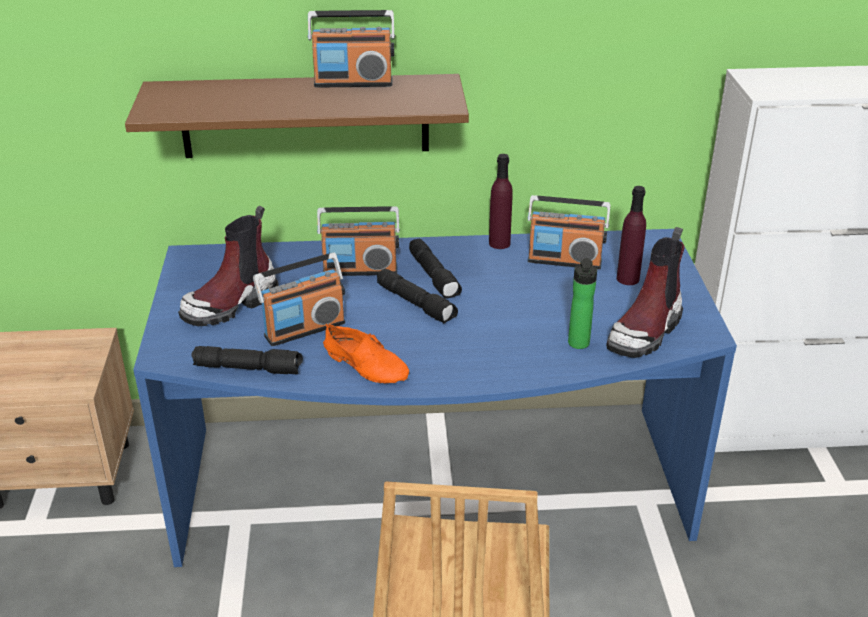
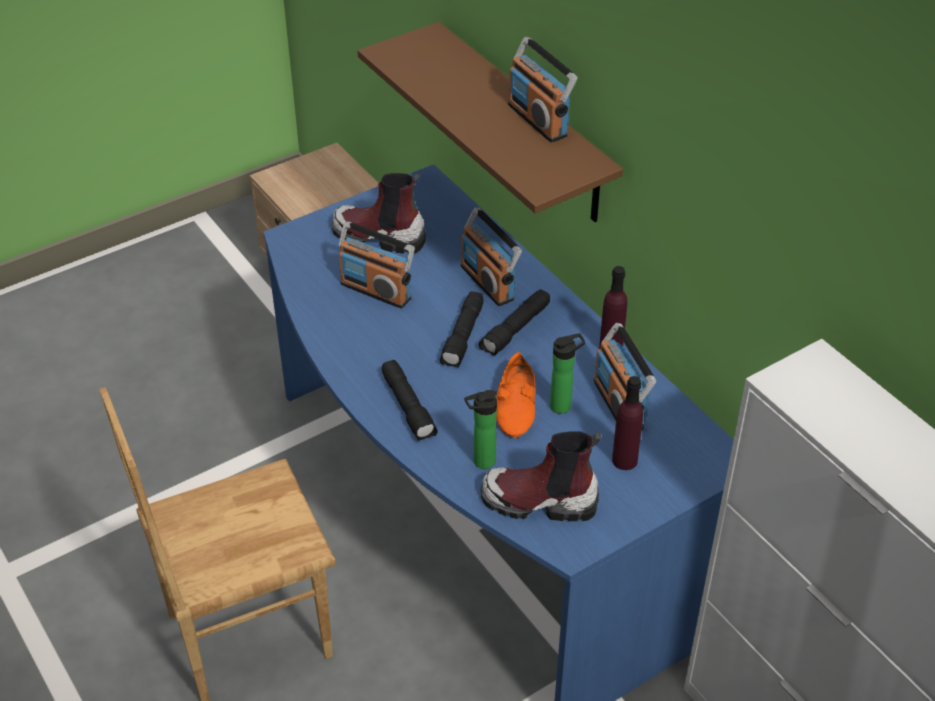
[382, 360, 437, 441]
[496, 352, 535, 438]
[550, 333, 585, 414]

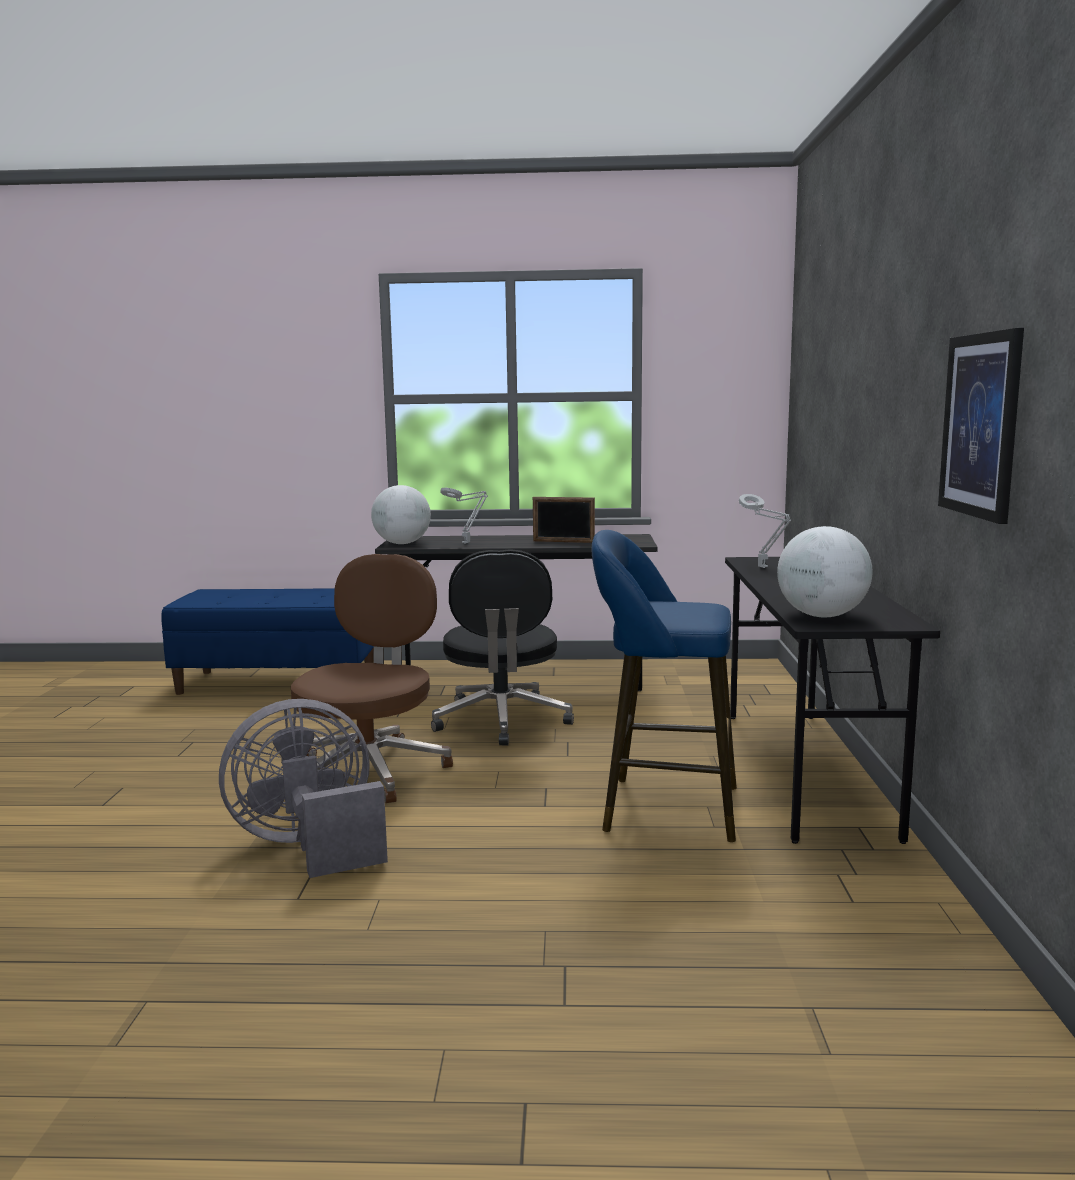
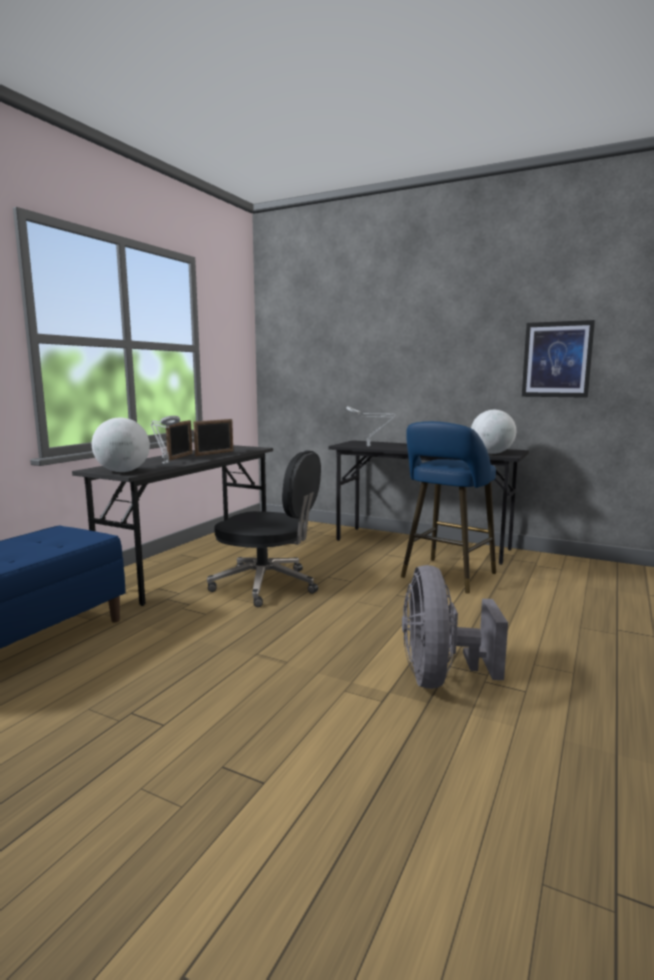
[291, 554, 453, 803] (first image)
[166, 420, 193, 461]

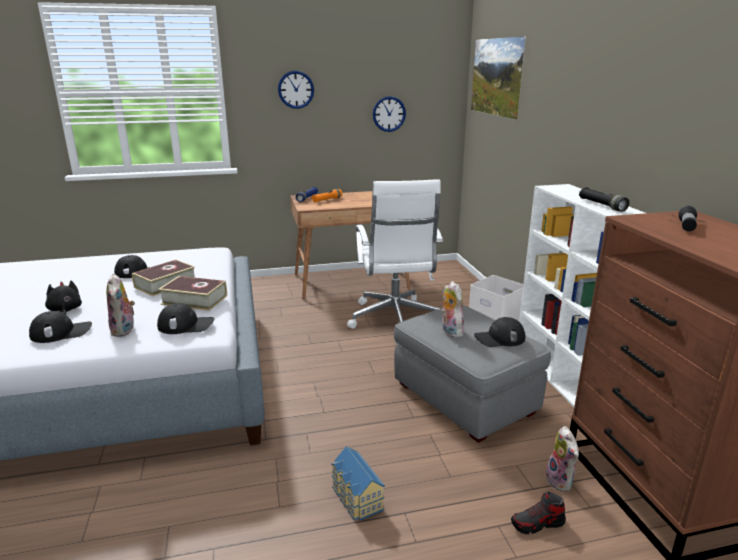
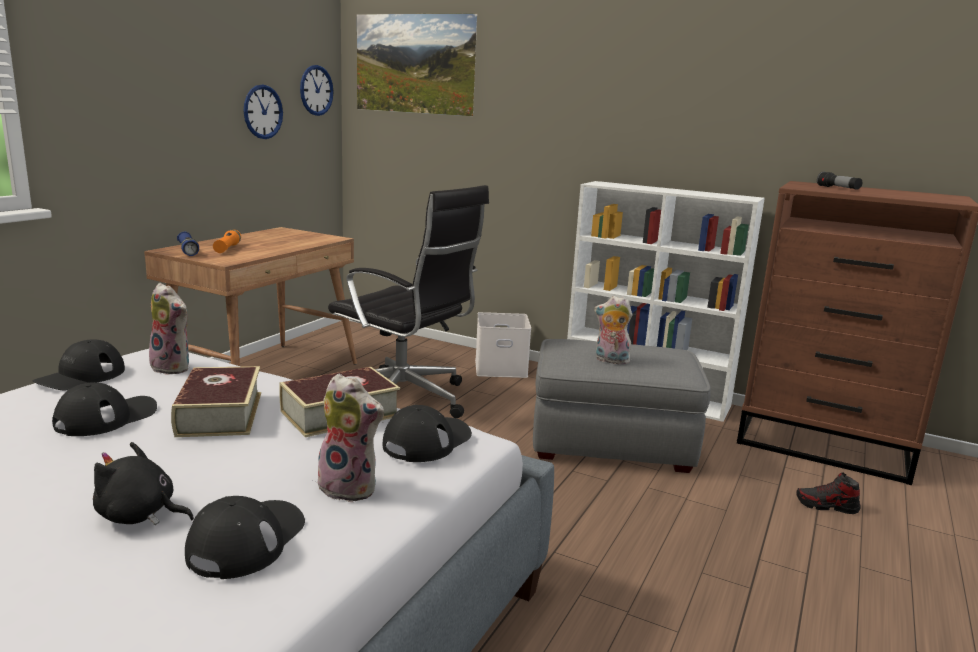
[300, 65, 334, 116]
[331, 446, 385, 520] (first image)
[328, 185, 489, 418]
[32, 339, 125, 390]
[797, 473, 860, 514]
[149, 283, 189, 375]
[579, 187, 629, 212] (first image)

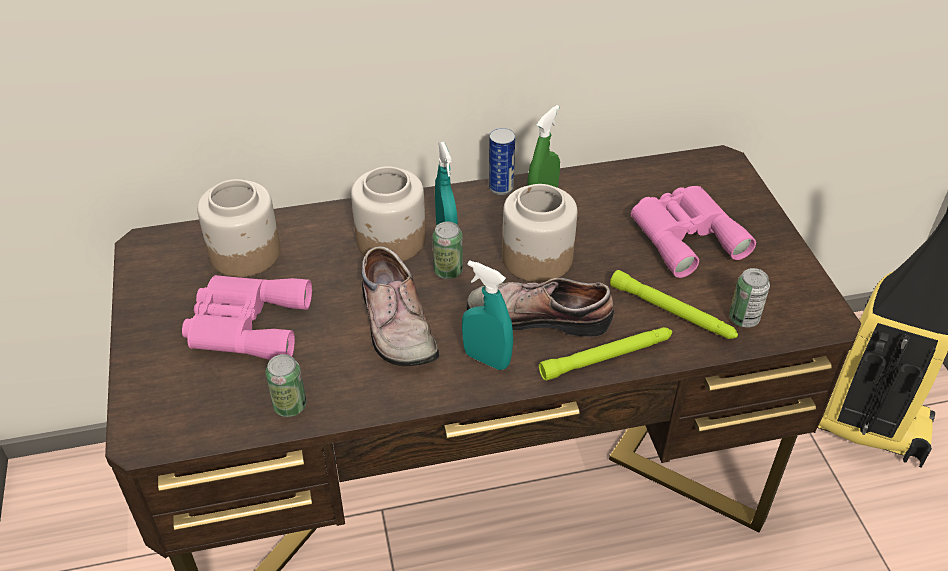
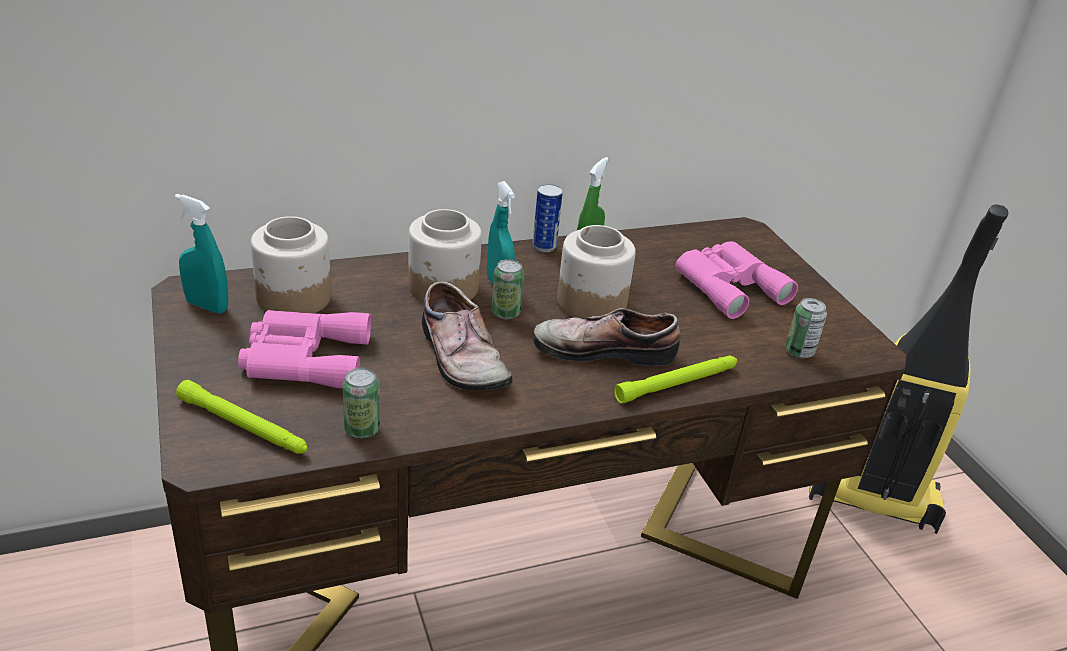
[175, 194, 228, 313]
[176, 380, 308, 454]

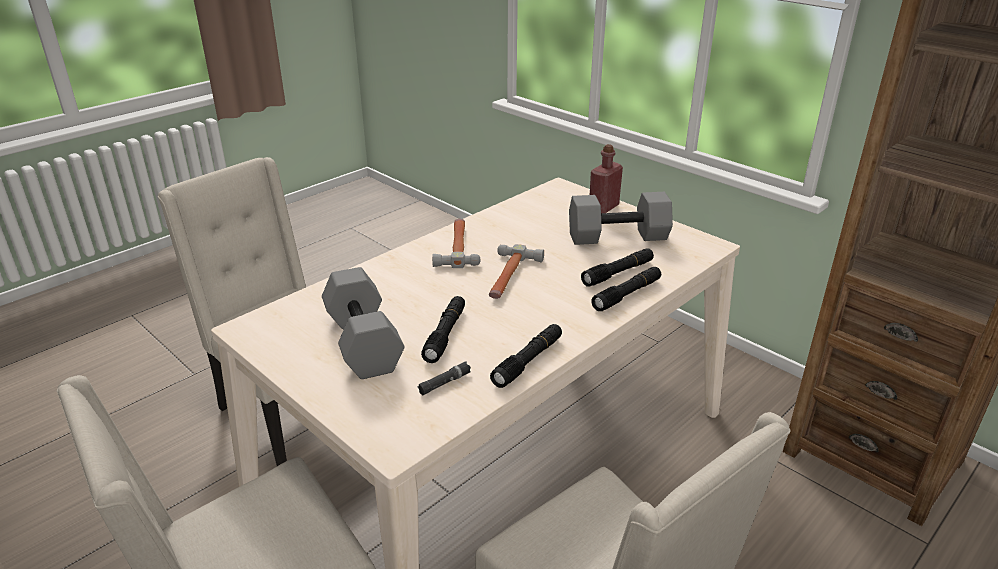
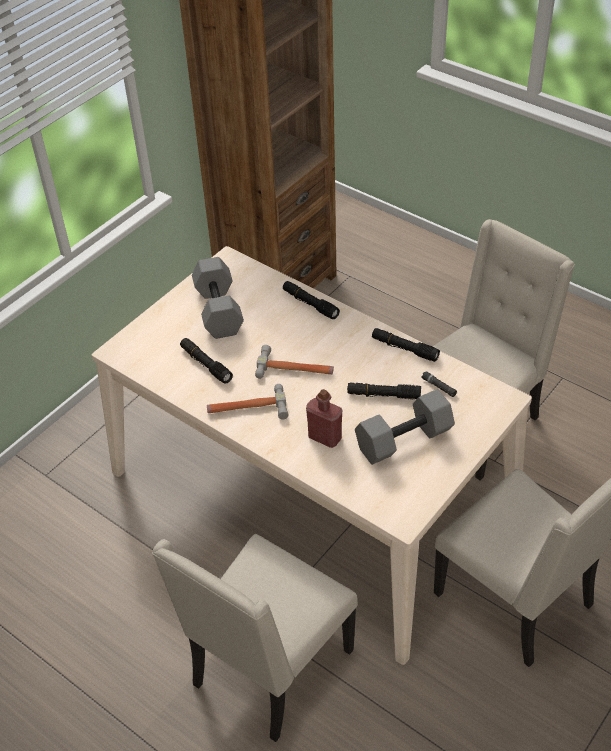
[180, 338, 233, 384]
[306, 389, 342, 448]

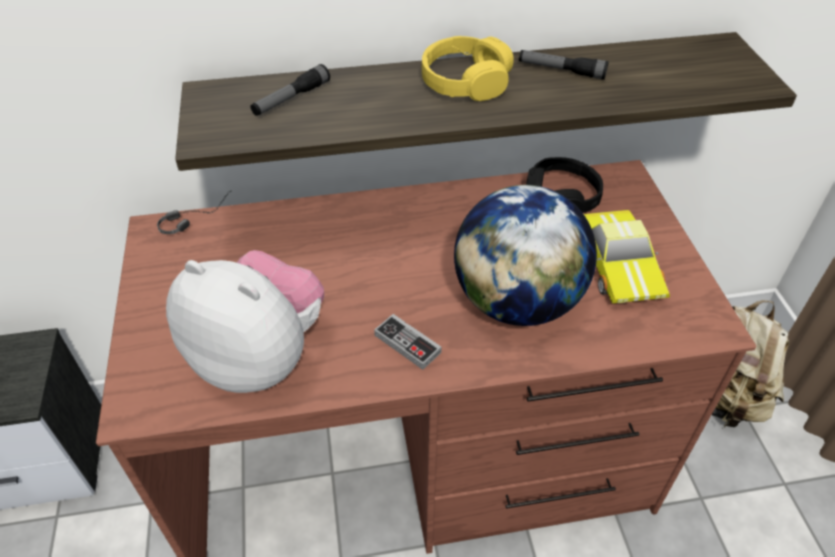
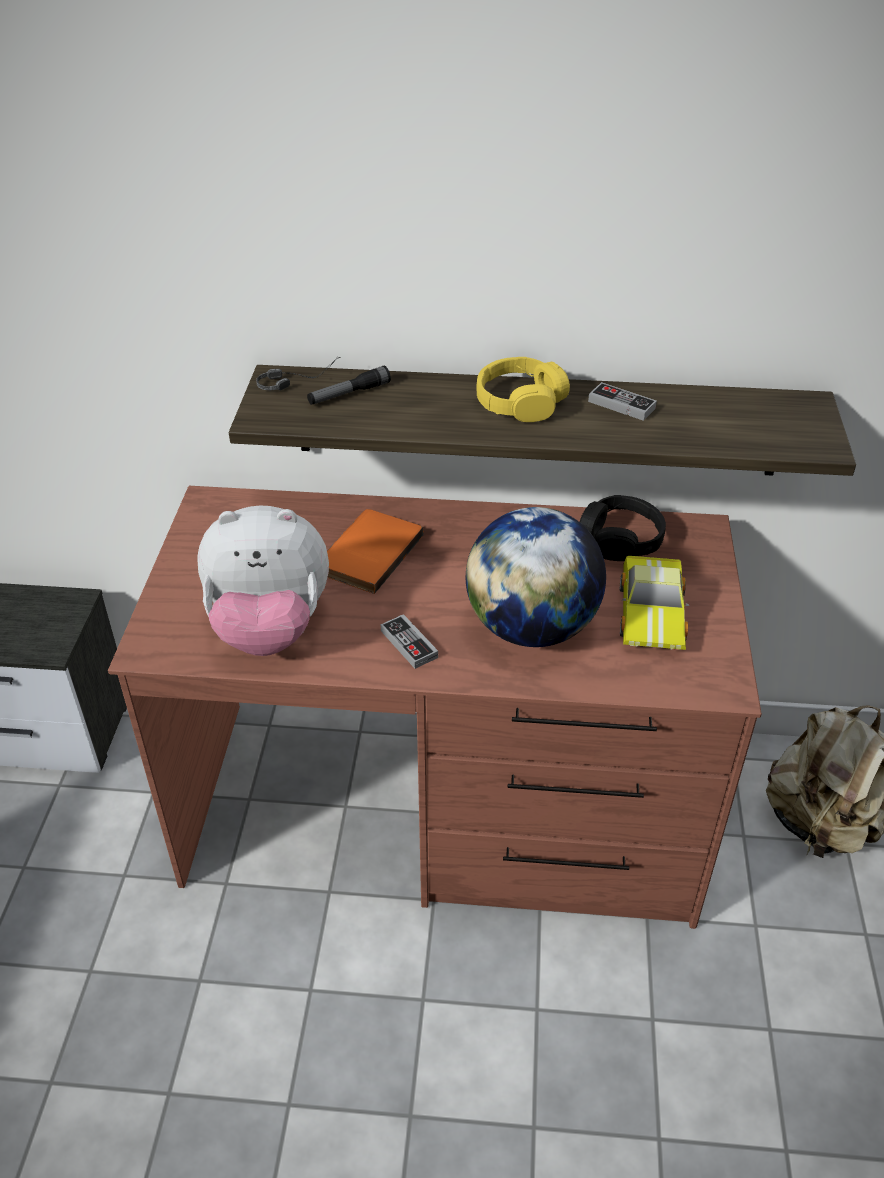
[256, 357, 340, 391]
[197, 506, 329, 656]
[588, 382, 657, 421]
[327, 509, 424, 594]

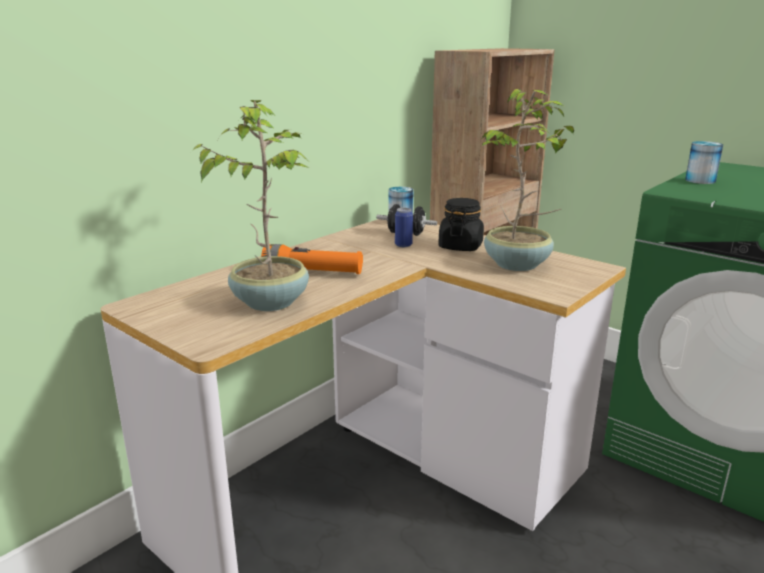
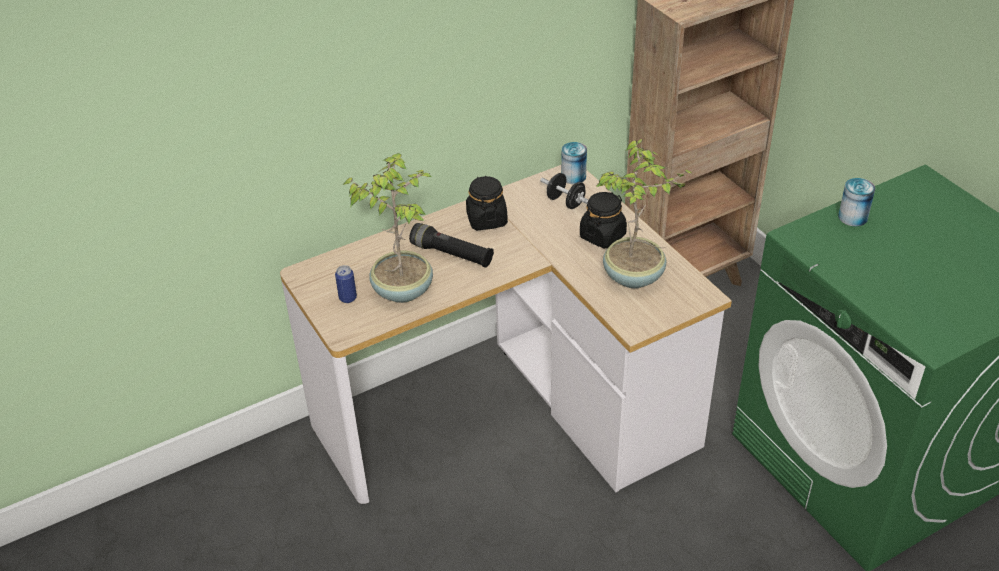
[409, 223, 494, 268]
[335, 265, 357, 303]
[466, 176, 508, 230]

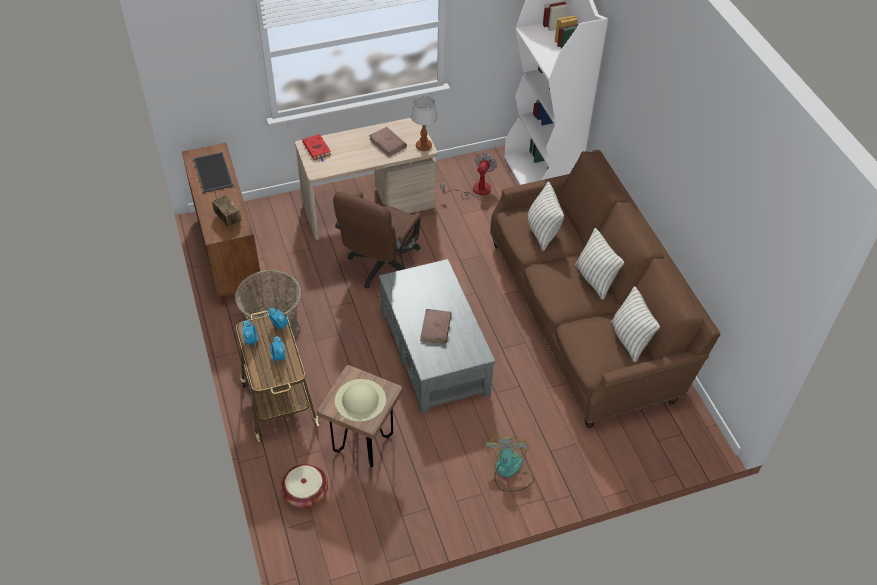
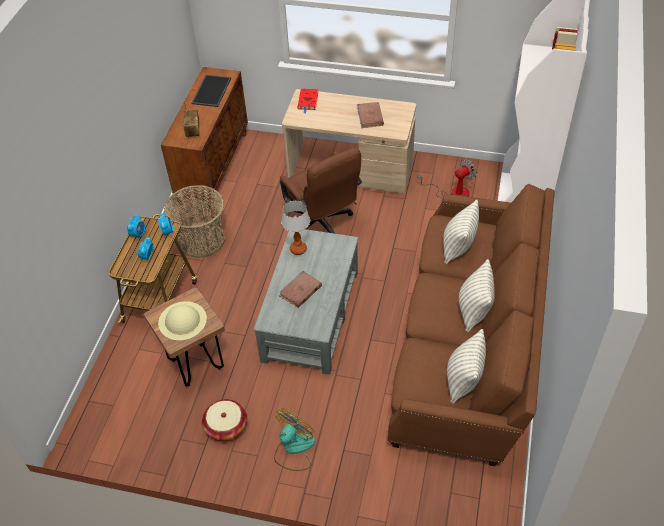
[202, 399, 247, 441]
[280, 148, 362, 234]
[281, 201, 310, 255]

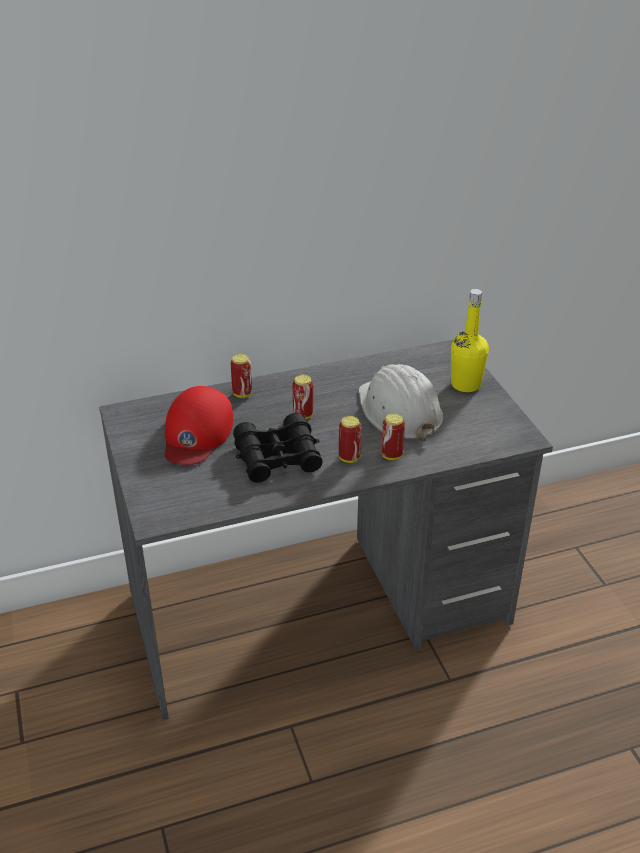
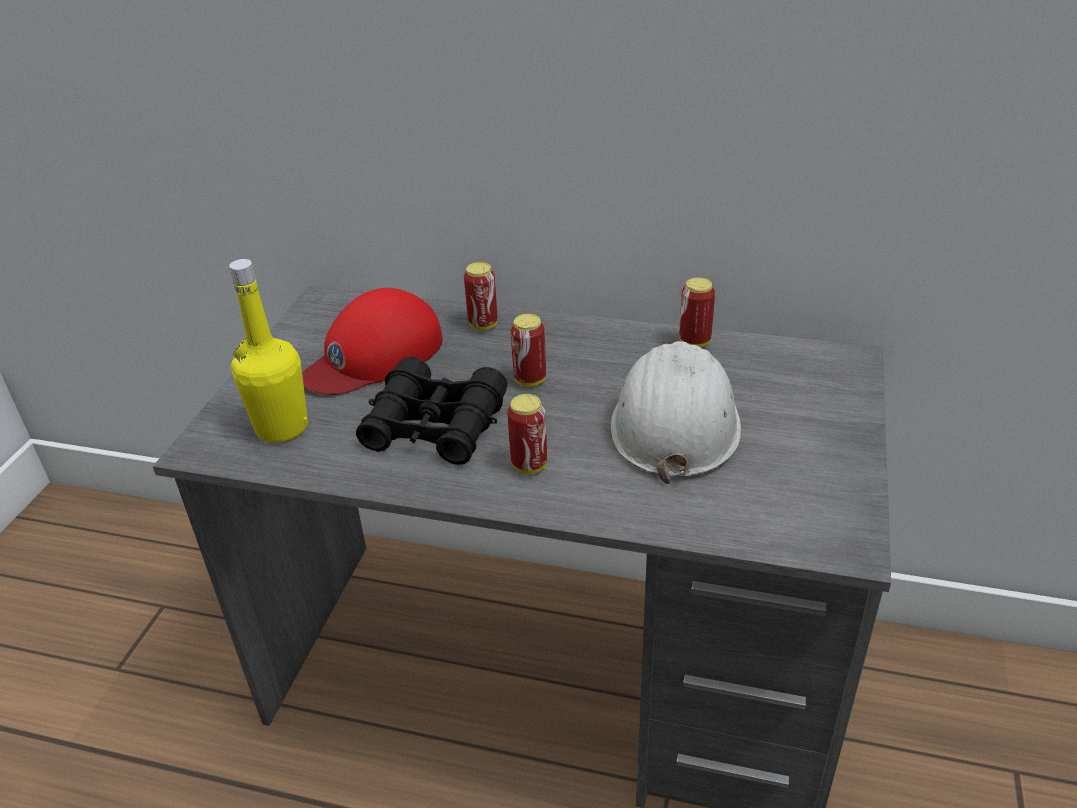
[679, 277, 715, 348]
[229, 259, 308, 443]

